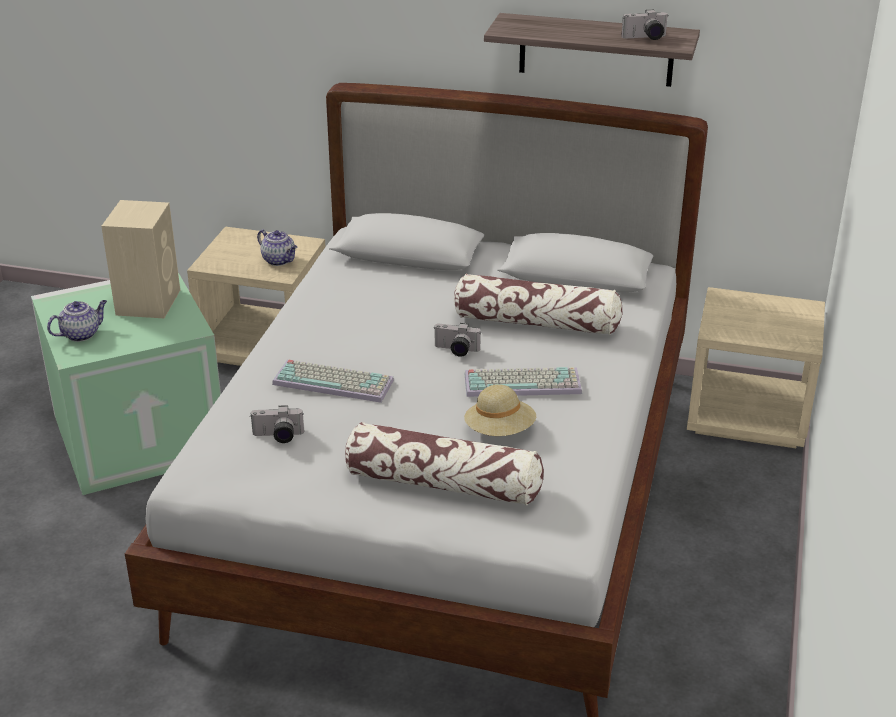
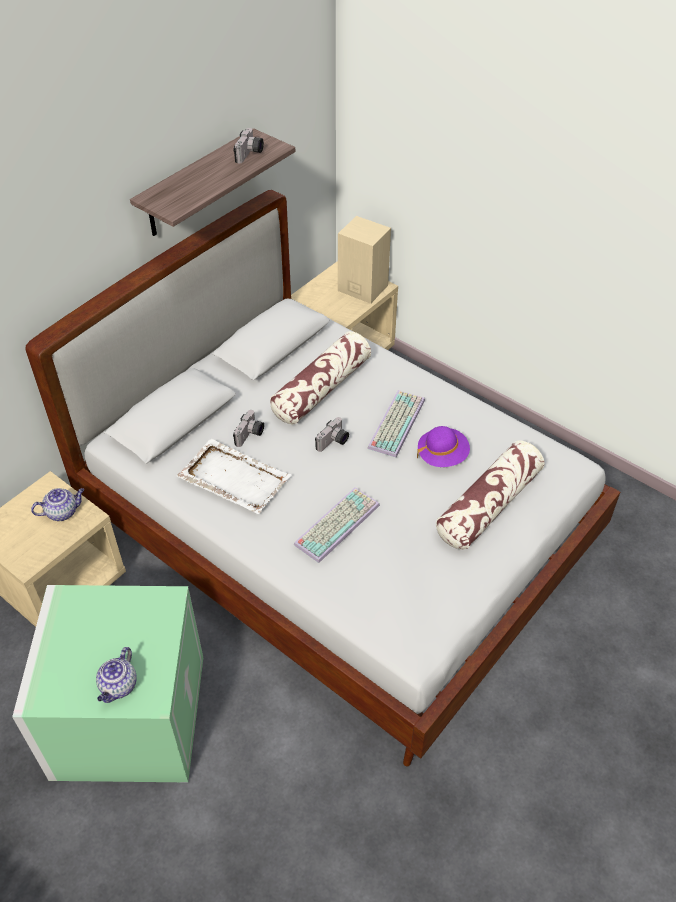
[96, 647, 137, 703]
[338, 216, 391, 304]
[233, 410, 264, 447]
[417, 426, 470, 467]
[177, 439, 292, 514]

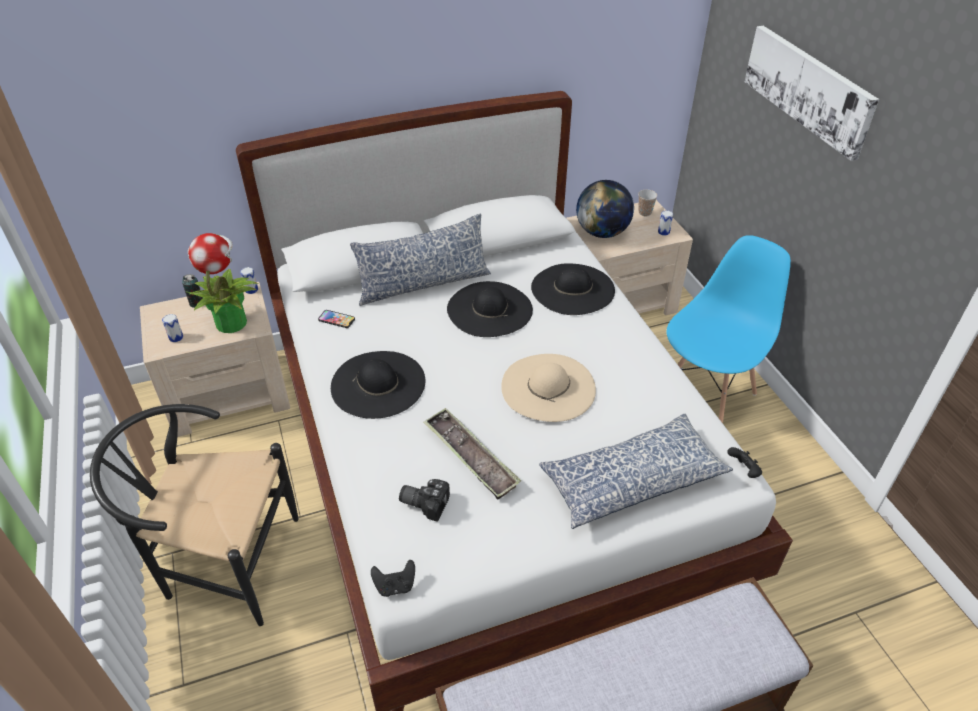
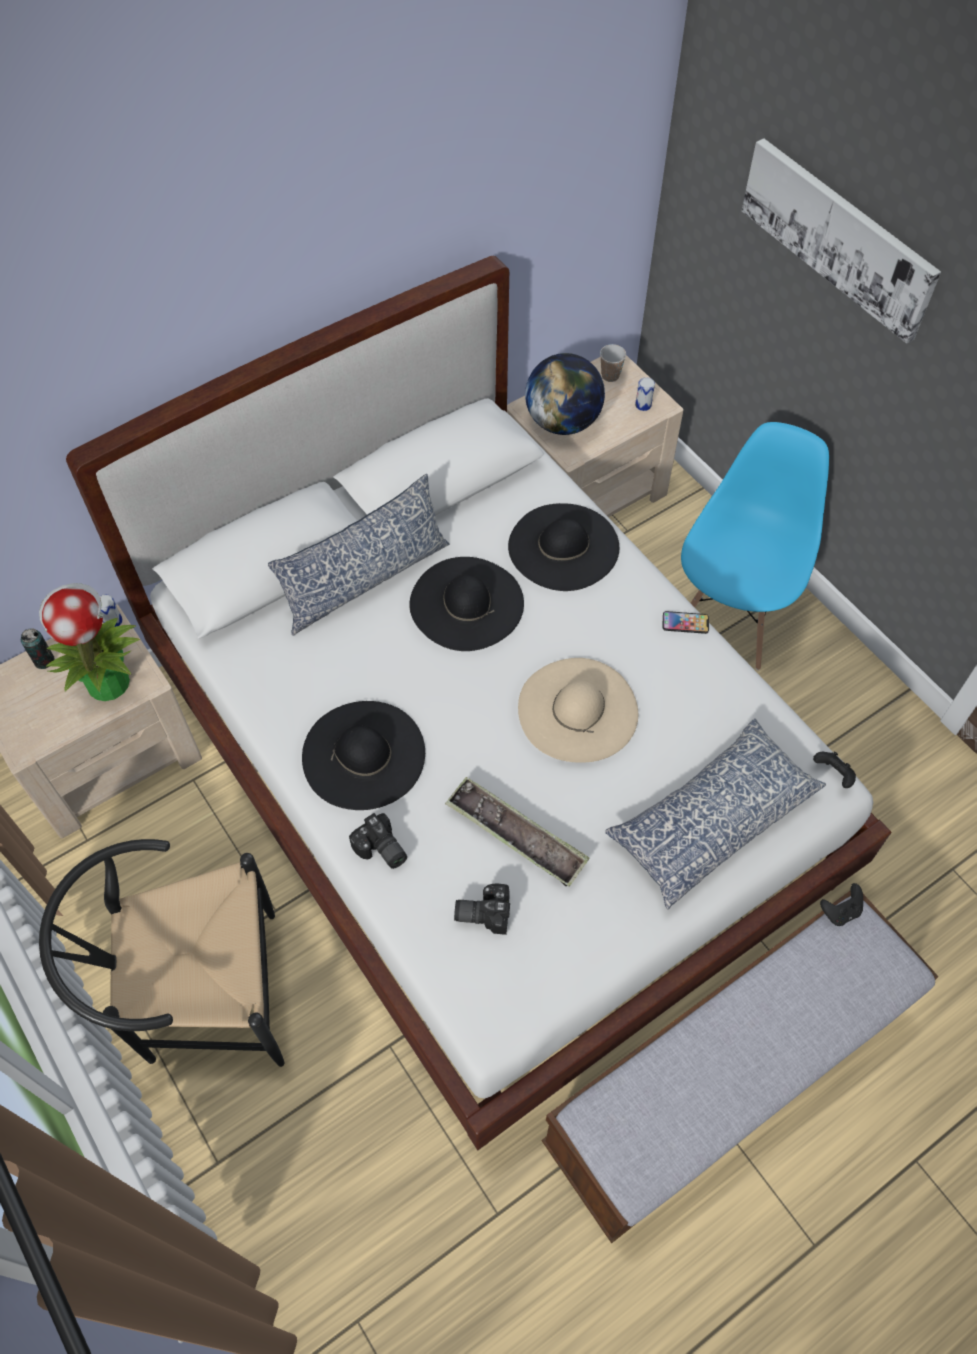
[162, 314, 183, 342] (first image)
[663, 611, 709, 634]
[820, 883, 863, 926]
[349, 813, 407, 869]

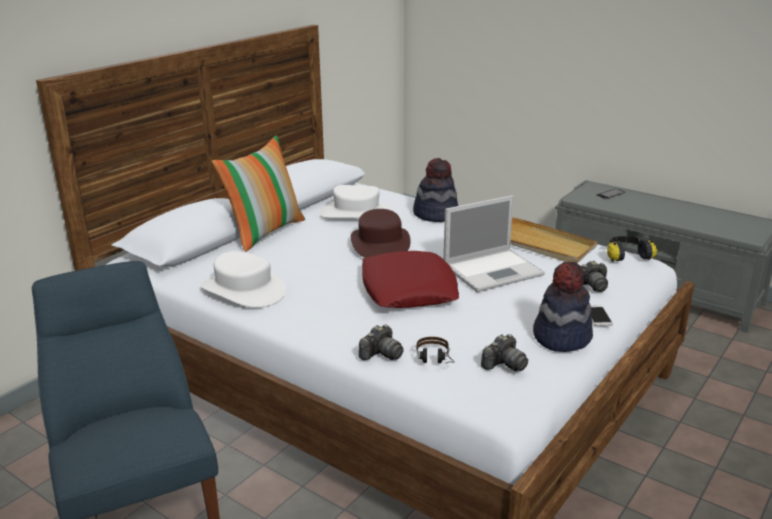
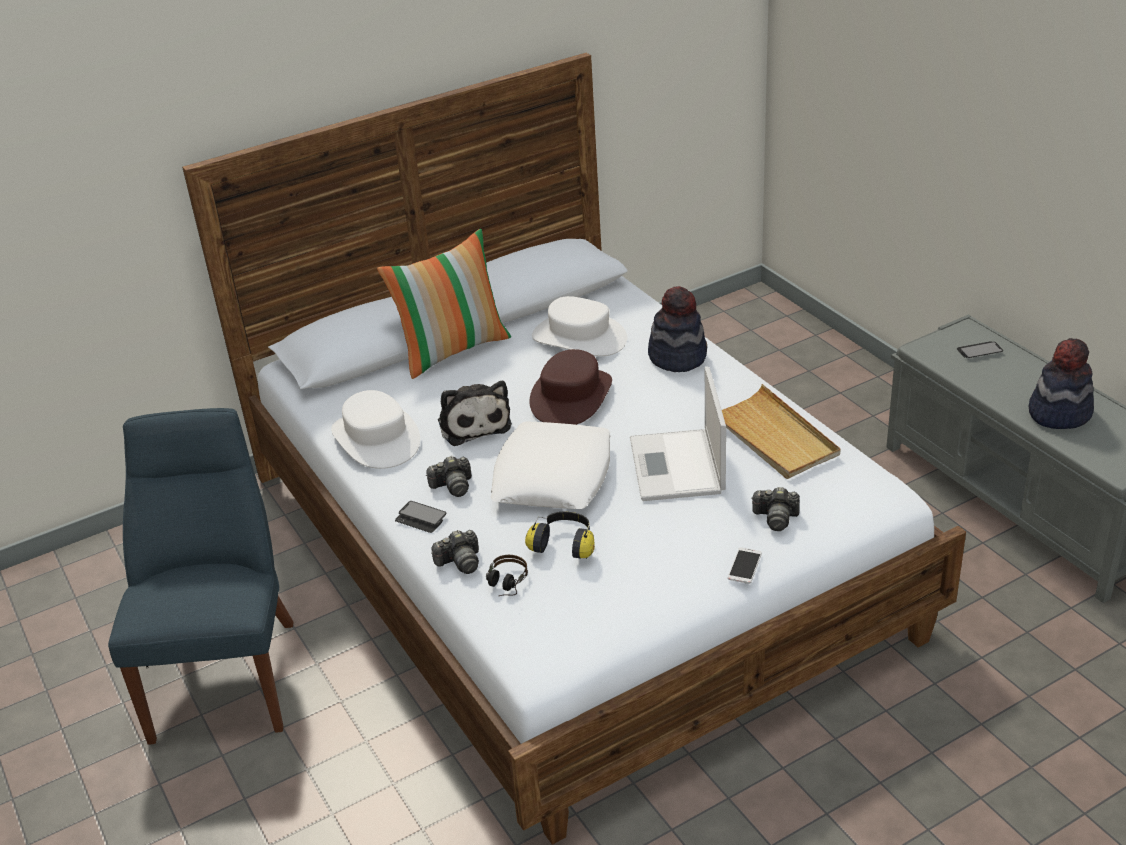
[490, 421, 611, 509]
[630, 366, 726, 501]
[426, 456, 472, 497]
[1029, 338, 1094, 429]
[525, 512, 595, 559]
[395, 501, 447, 533]
[438, 381, 512, 446]

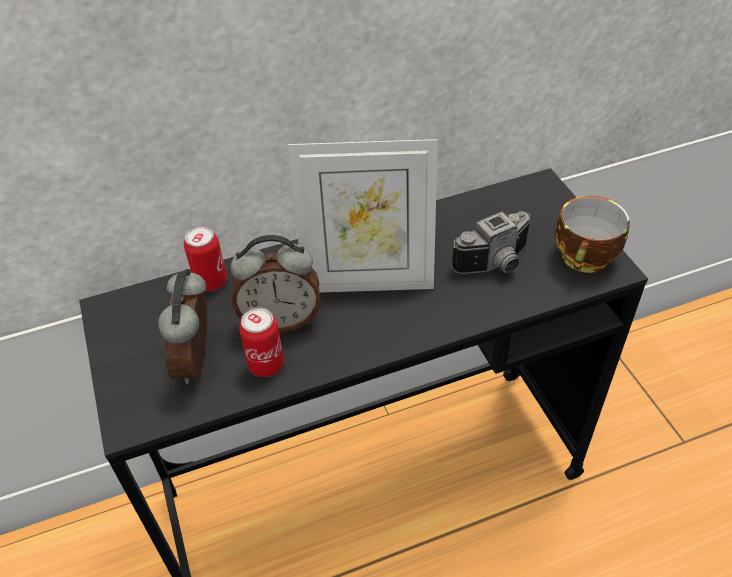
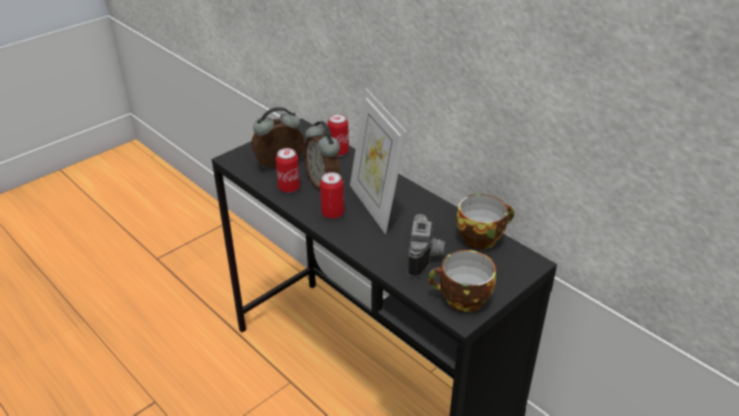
[408, 214, 445, 277]
[320, 172, 344, 219]
[456, 194, 514, 249]

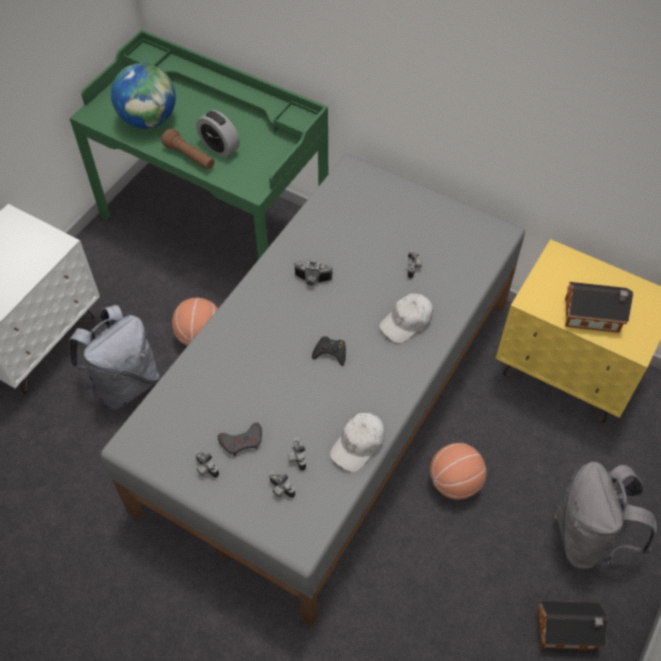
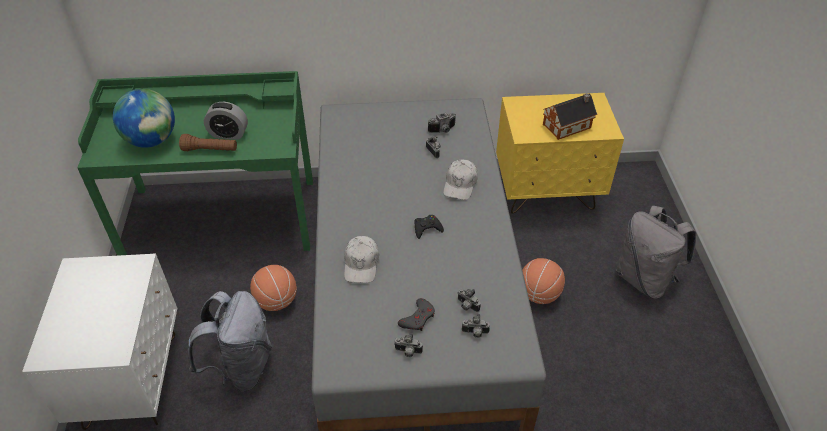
[428, 113, 456, 133]
[344, 236, 379, 283]
[537, 601, 608, 650] (first image)

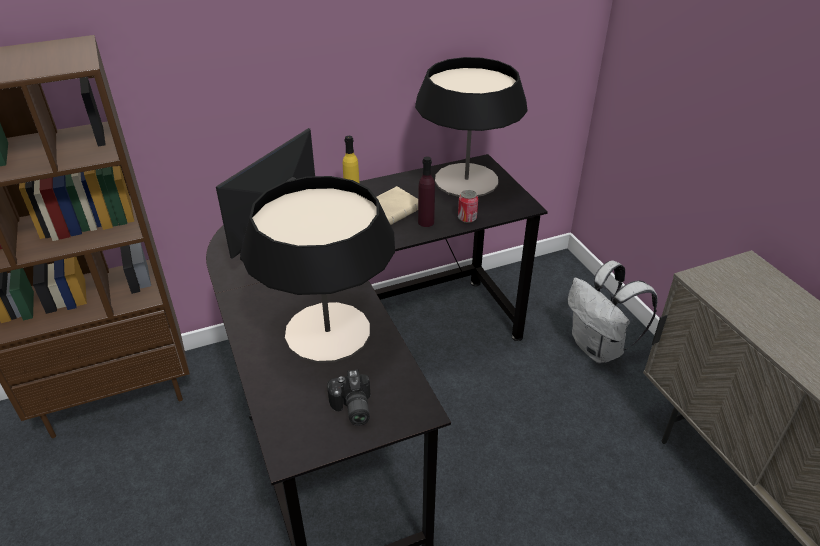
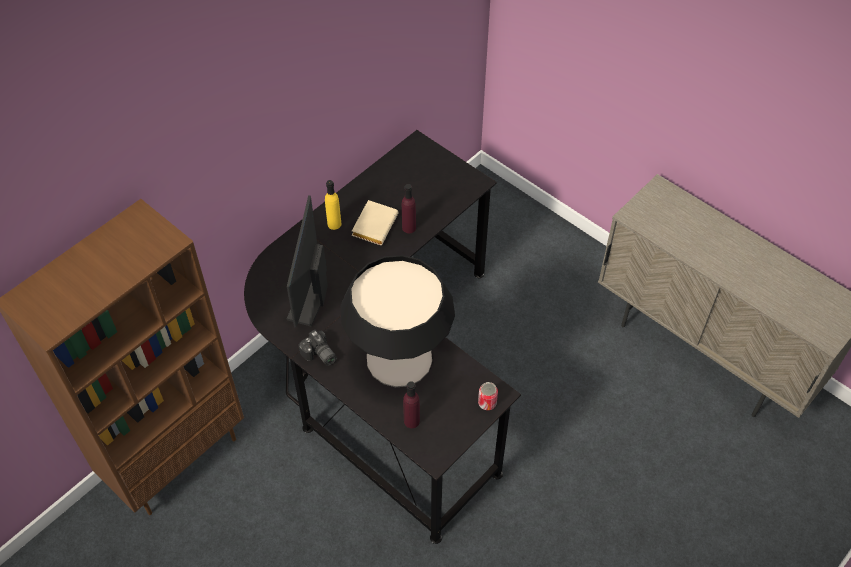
[298, 329, 337, 366]
[415, 57, 527, 197] (first image)
[478, 382, 498, 410]
[568, 261, 658, 363] (first image)
[403, 381, 420, 428]

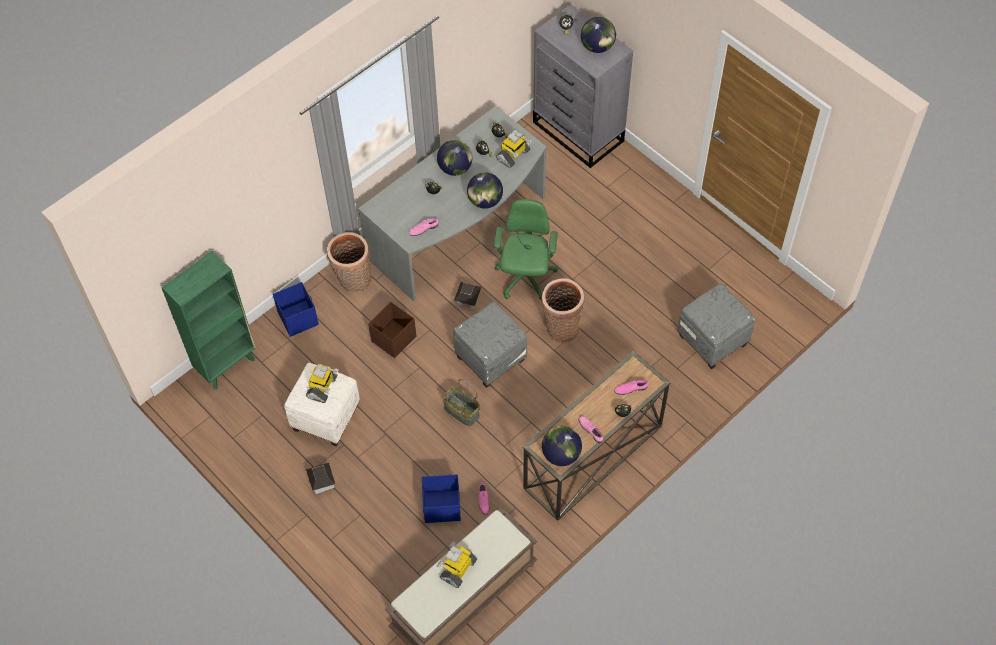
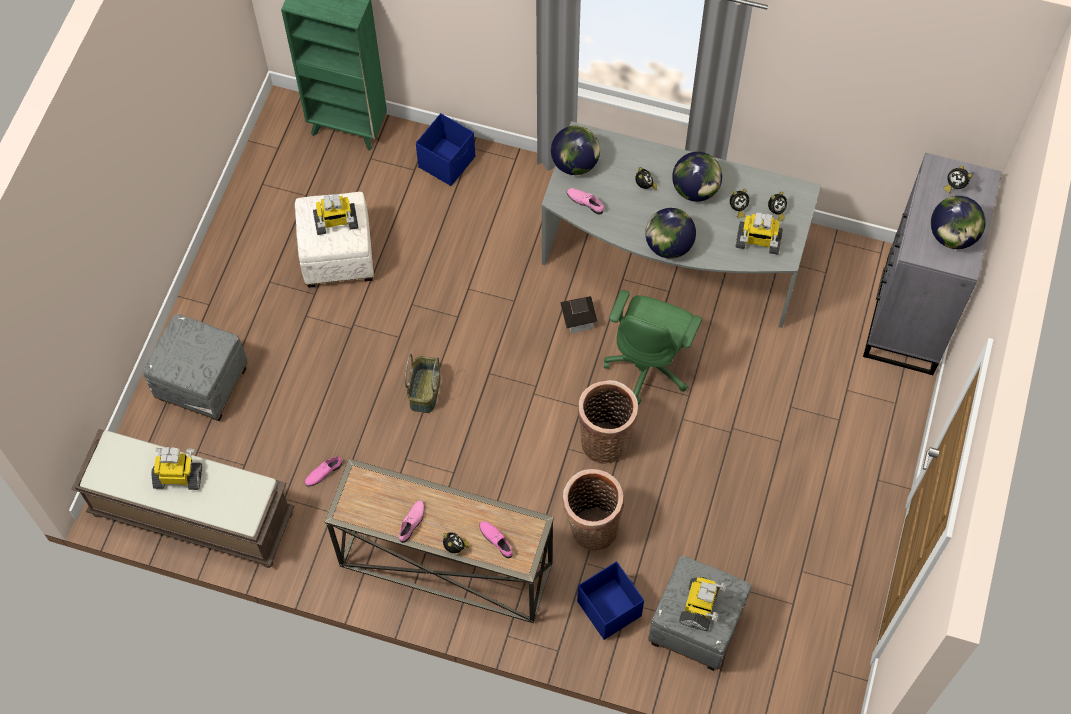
[306, 463, 335, 494] (first image)
[562, 469, 624, 551]
[368, 302, 416, 358] (first image)
[577, 561, 644, 640]
[144, 314, 248, 421]
[604, 290, 702, 405]
[551, 126, 600, 175]
[679, 577, 726, 631]

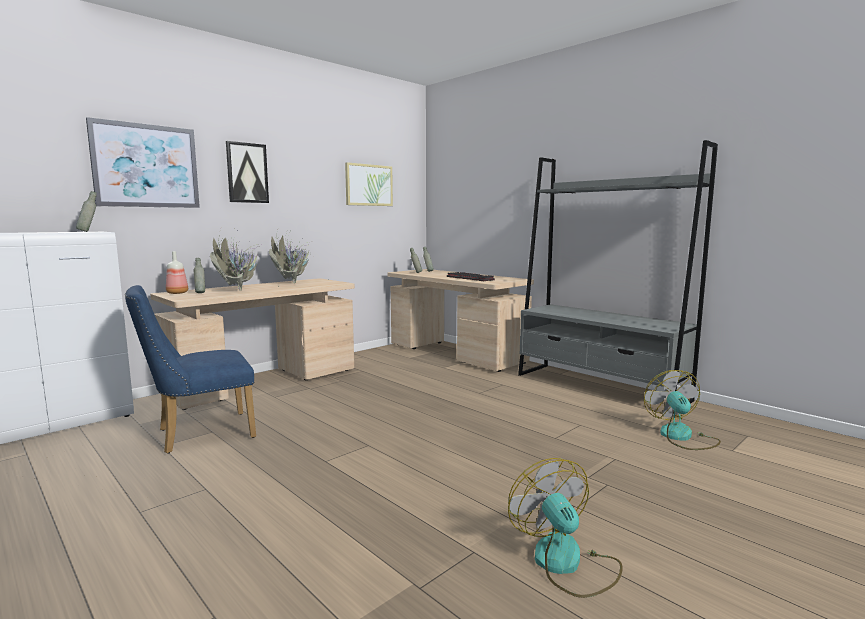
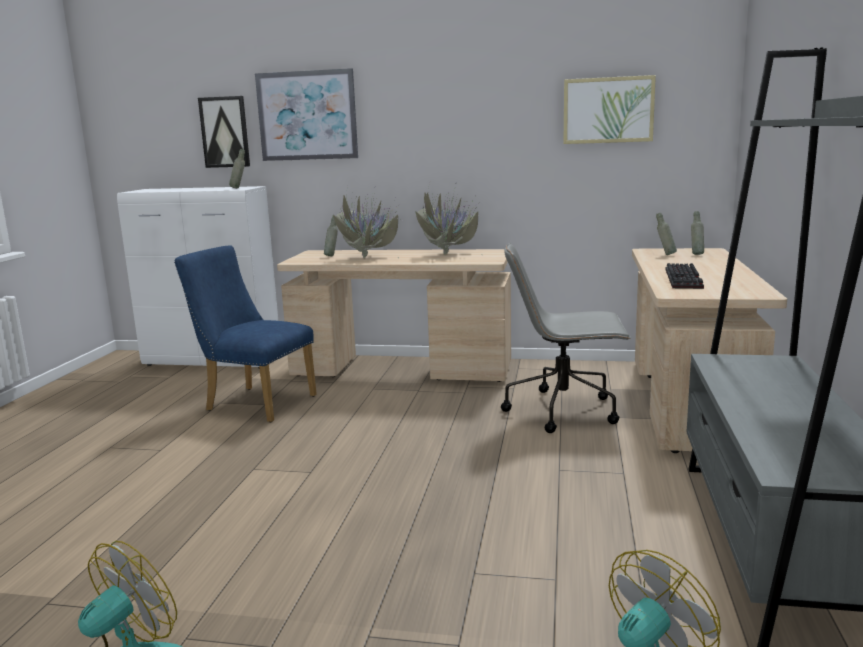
[166, 251, 188, 294] (first image)
[198, 96, 250, 168]
[501, 243, 631, 433]

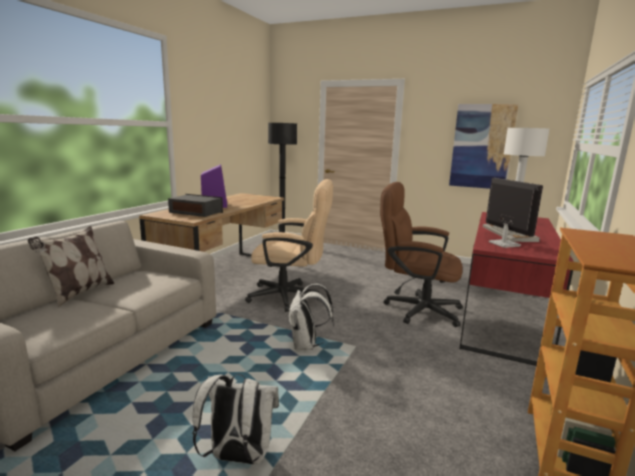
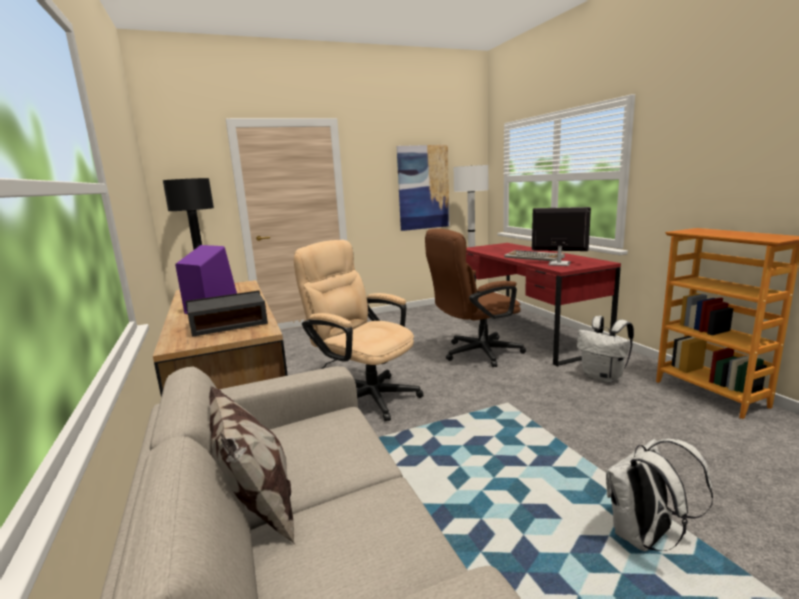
[294, 240, 423, 421]
[577, 316, 634, 383]

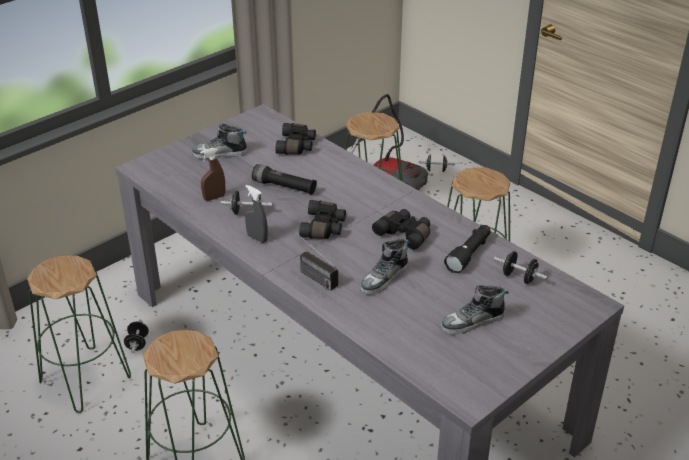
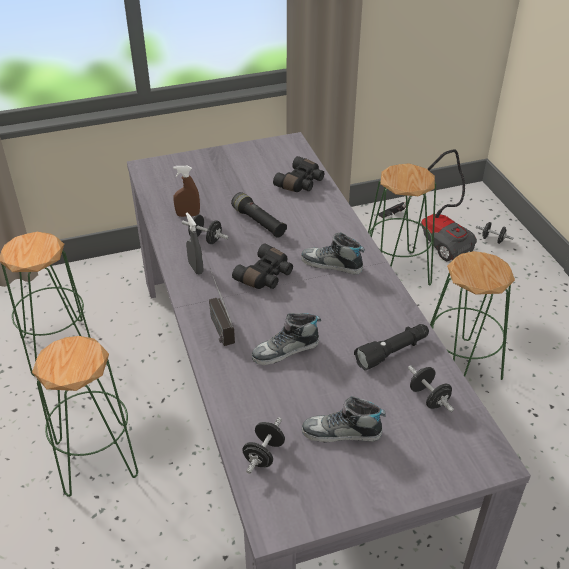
[242, 417, 285, 474]
[301, 233, 365, 275]
[372, 209, 430, 250] (first image)

